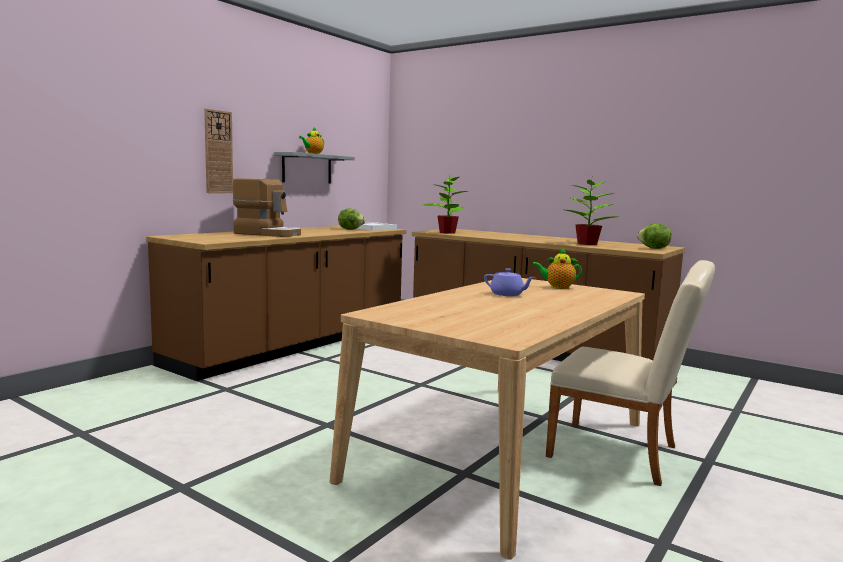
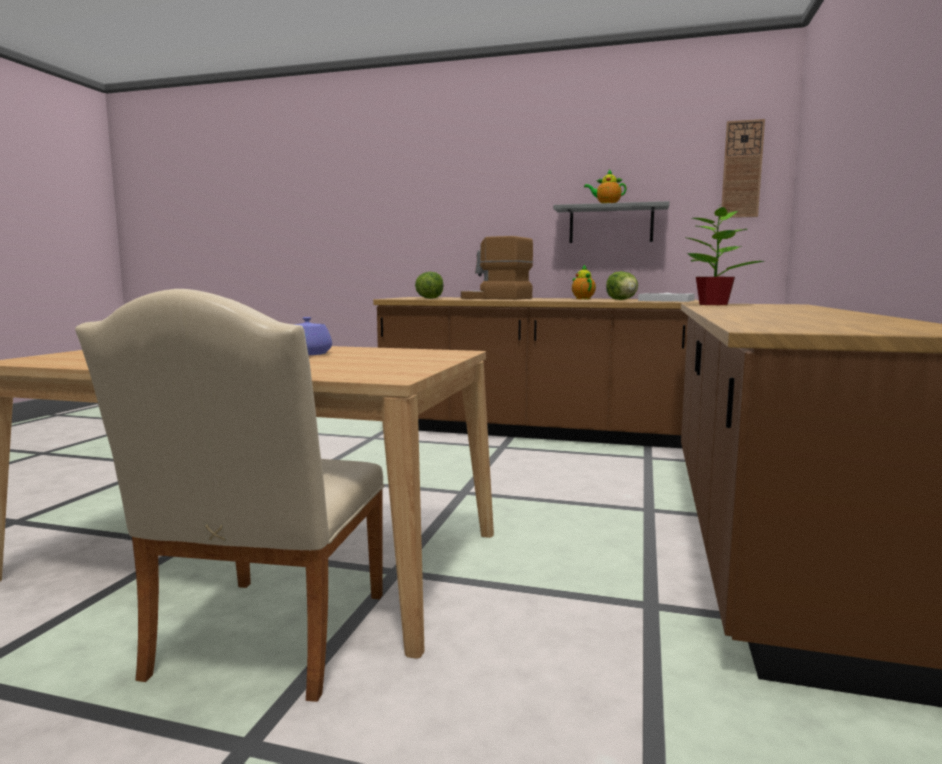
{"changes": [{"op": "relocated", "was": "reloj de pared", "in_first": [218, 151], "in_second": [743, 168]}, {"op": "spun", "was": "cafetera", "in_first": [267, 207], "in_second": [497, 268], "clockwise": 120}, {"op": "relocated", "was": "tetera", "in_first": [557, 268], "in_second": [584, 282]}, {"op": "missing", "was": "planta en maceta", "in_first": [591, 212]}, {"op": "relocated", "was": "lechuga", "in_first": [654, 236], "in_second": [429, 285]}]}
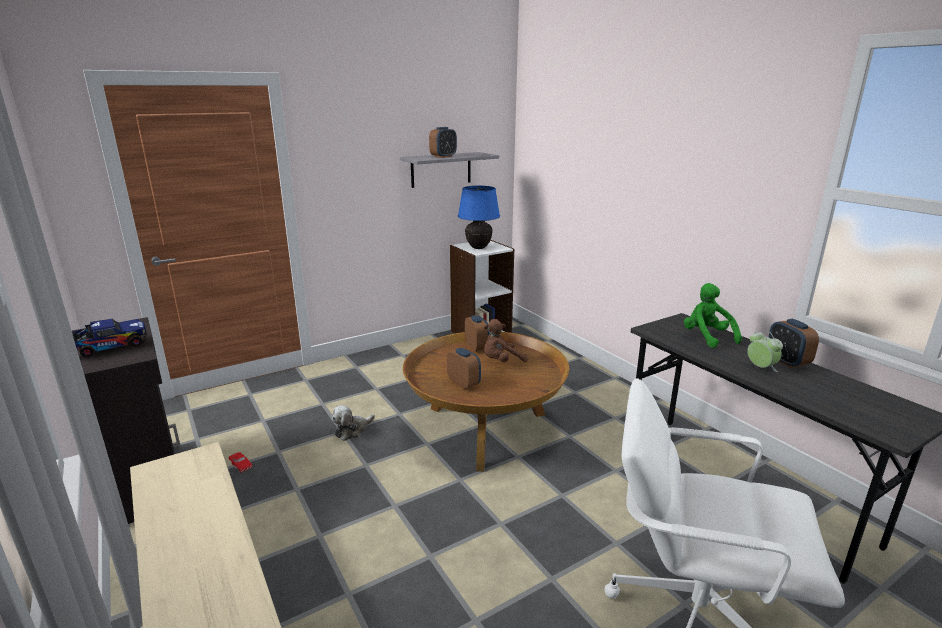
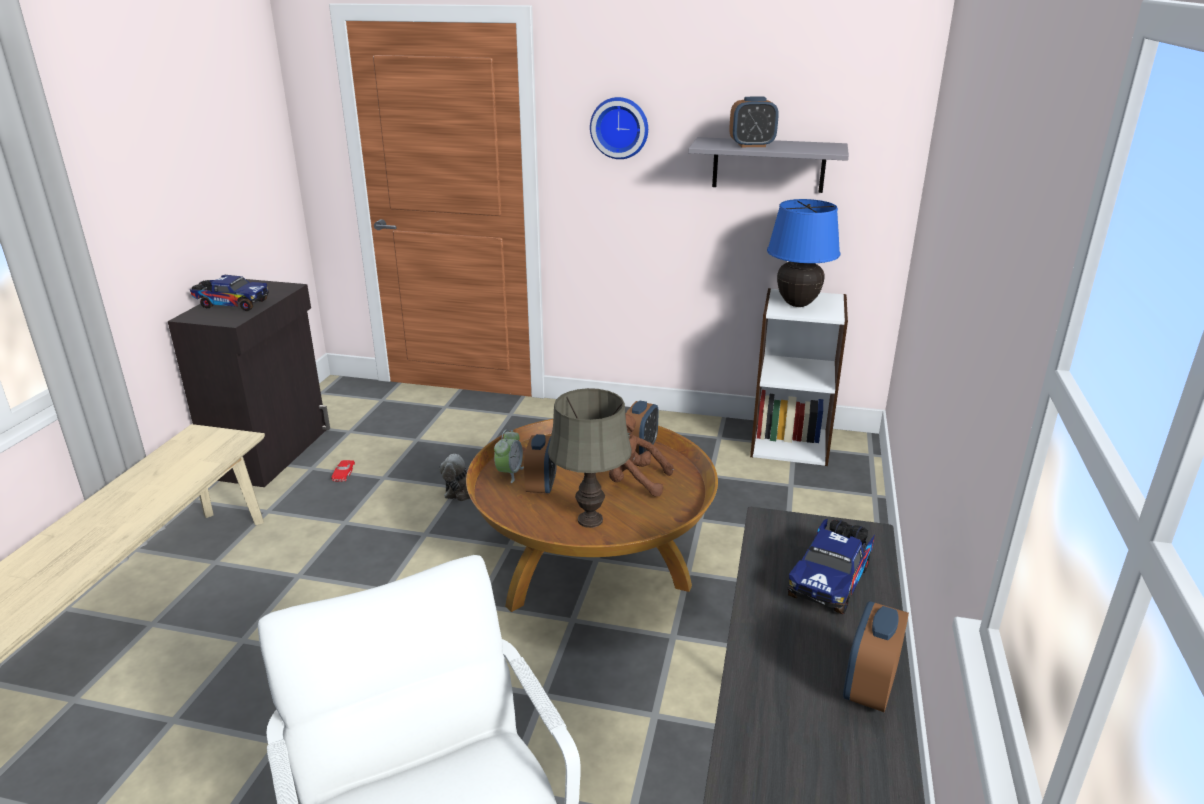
{"changes": [{"op": "exchanged", "was": "peluche/verde", "now": "camión de juguete", "in_first": [713, 315], "in_second": [831, 566]}, {"op": "relocated", "was": "despertador", "in_first": [765, 351], "in_second": [509, 456]}, {"op": "appeared", "now": "lámpara de mesa/gris", "in_second": [590, 458]}, {"op": "appeared", "now": "reloj de pared", "in_second": [619, 128]}]}
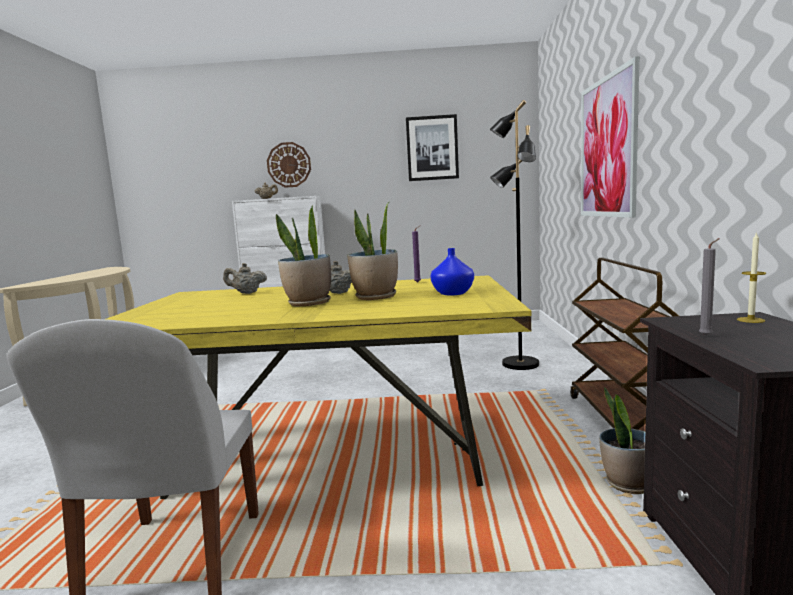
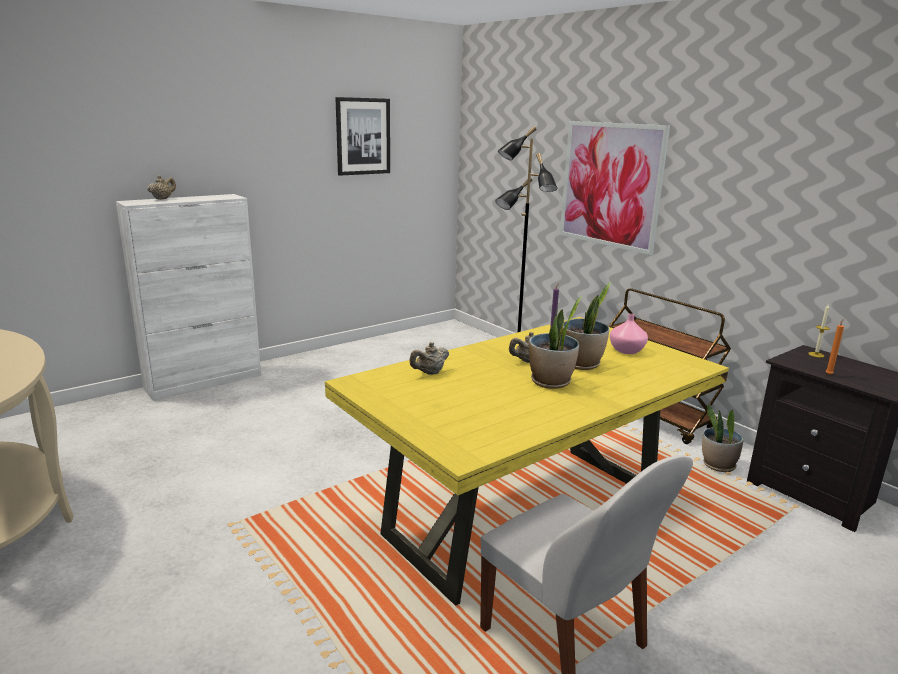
{"changes": [{"op": "missing", "was": "reloj de pared", "in_first": [289, 165]}, {"op": "colour", "was": "florero/azul", "now": "florero/rosa", "in_first": [452, 271], "in_second": [629, 334]}, {"op": "colour", "was": "vela/gris", "now": "vela/naranja", "in_first": [709, 287], "in_second": [835, 347]}]}
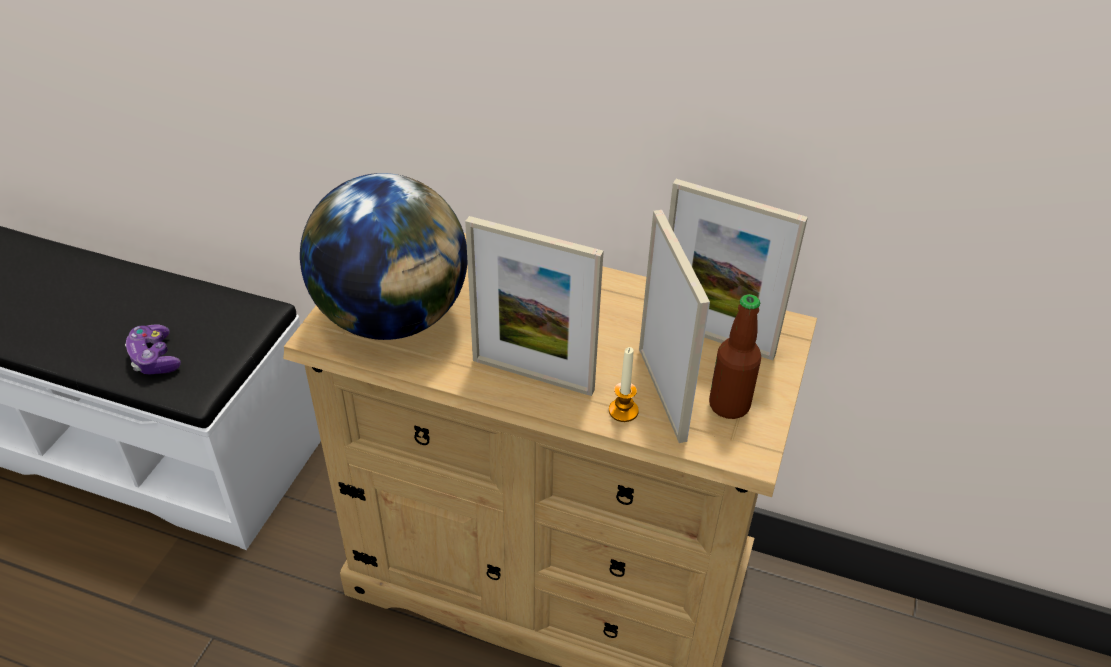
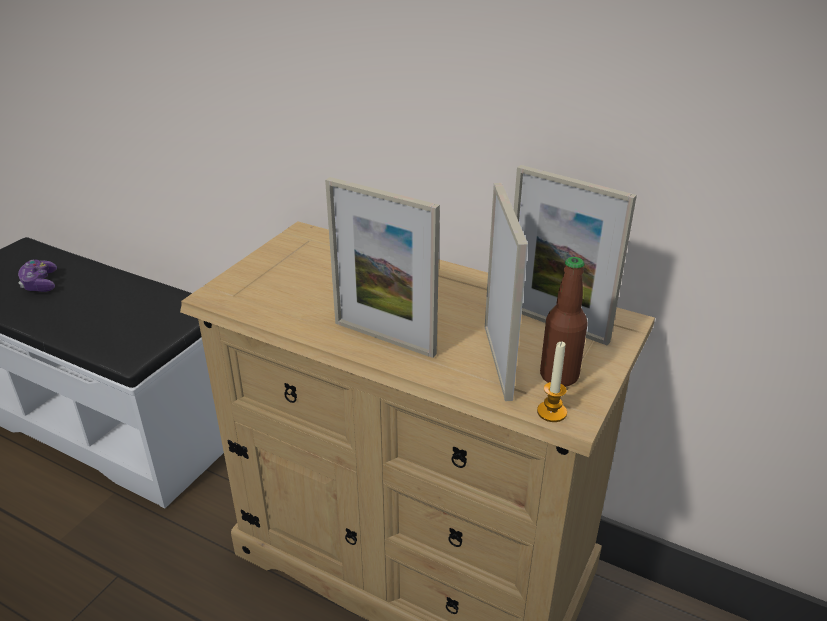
{"changes": [{"op": "relocated", "was": "mando de consola", "in_first": [153, 349], "in_second": [37, 276]}, {"op": "missing", "was": "globo terráqueo", "in_first": [383, 256]}, {"op": "relocated", "was": "vela", "in_first": [624, 384], "in_second": [552, 381]}]}
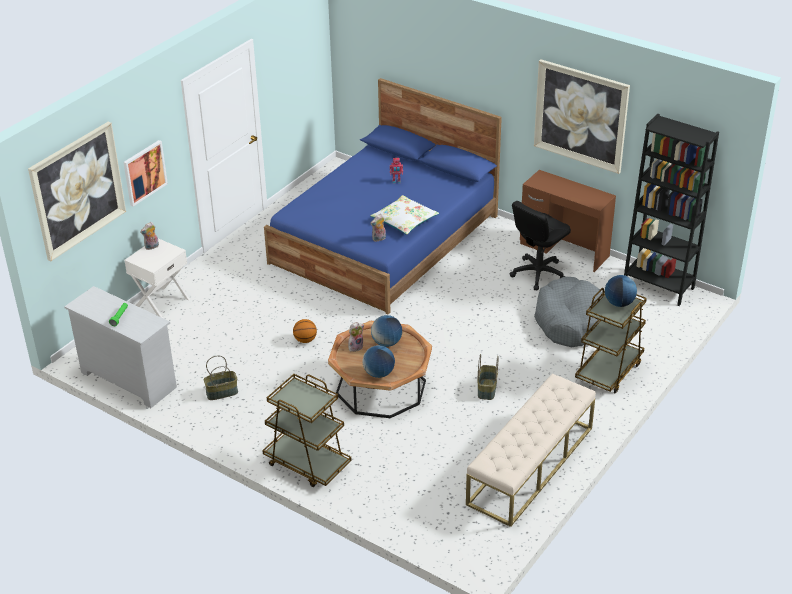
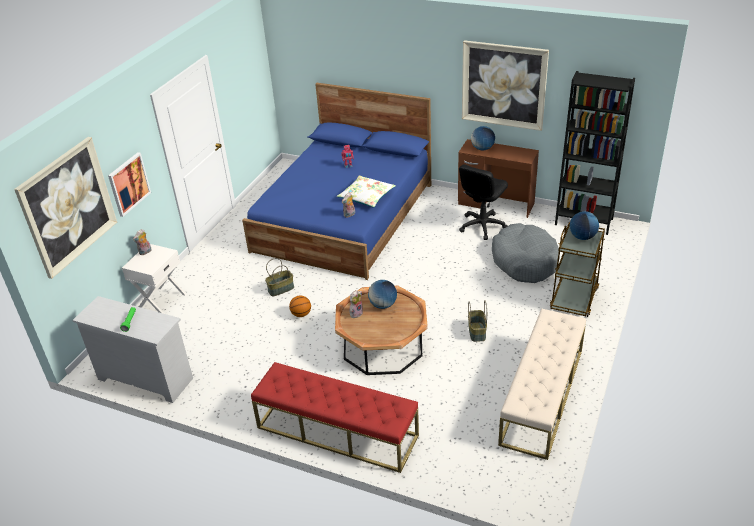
{"changes": [{"op": "relocated", "was": "cesta", "in_first": [221, 378], "in_second": [279, 277]}, {"op": "exchanged", "was": "carrito/marrón", "now": "banco/rojo", "in_first": [306, 430], "in_second": [335, 417]}, {"op": "relocated", "was": "globo terráqueo", "in_first": [378, 361], "in_second": [483, 138]}]}
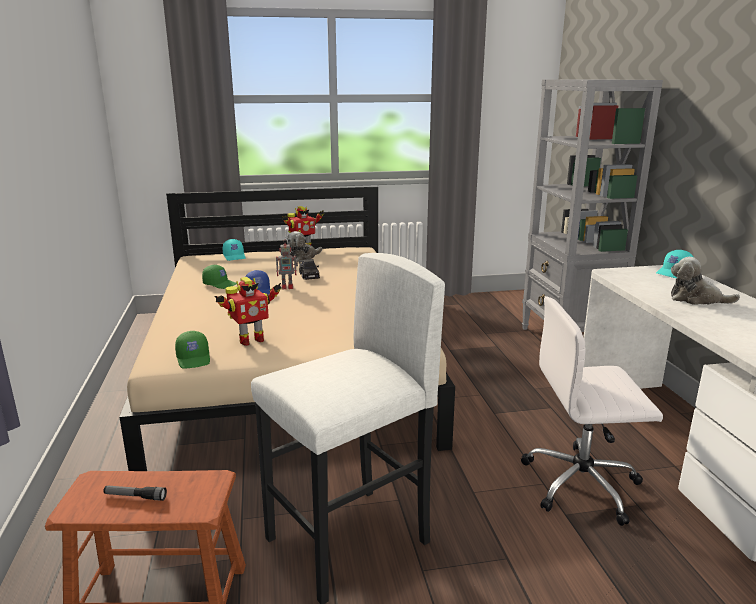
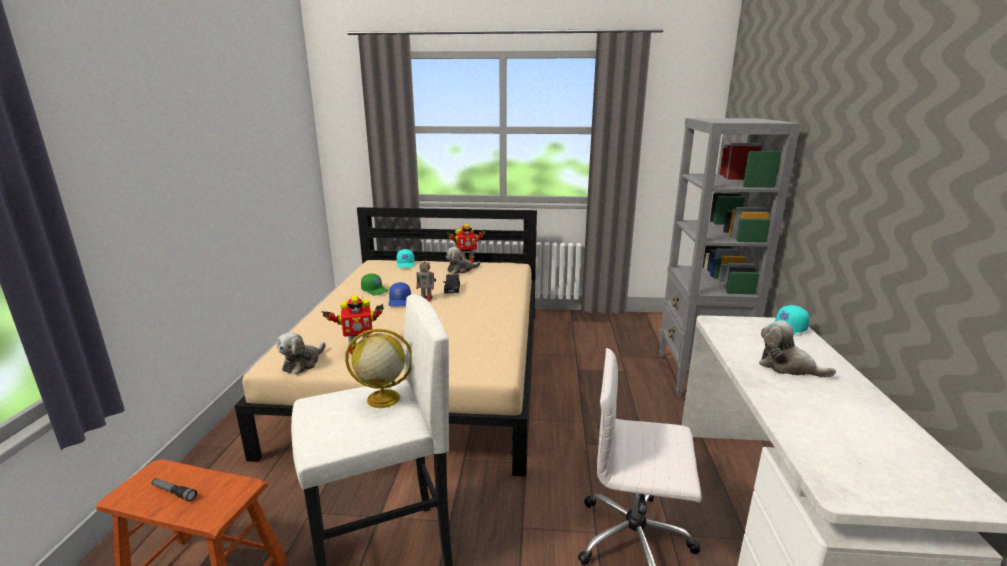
{"changes": [{"op": "exchanged", "was": "gorra/verde", "now": "peluche", "in_first": [192, 350], "in_second": [301, 353]}, {"op": "appeared", "now": "globo terráqueo", "in_second": [378, 368]}]}
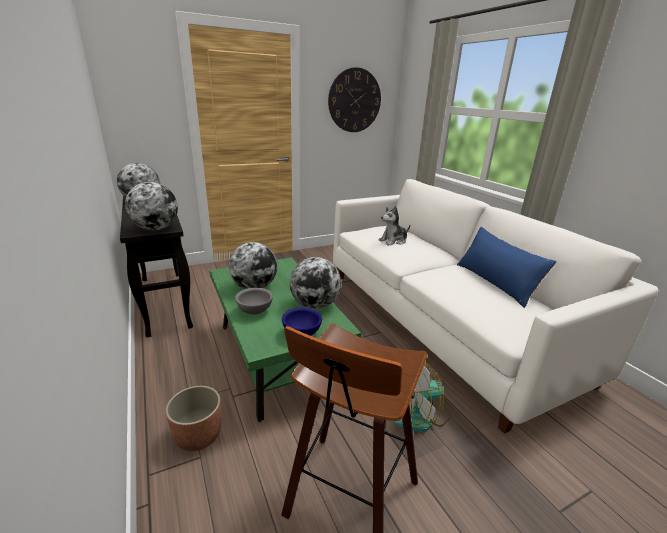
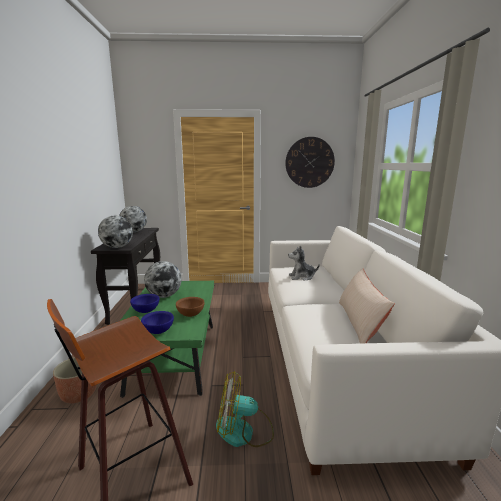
{"changes": [{"op": "colour", "was": "cuenco/gris", "now": "cuenco/azul", "in_first": [254, 301], "in_second": [144, 303]}, {"op": "exchanged", "was": "globo terráqueo", "now": "cuenco/marrón", "in_first": [315, 283], "in_second": [190, 307]}, {"op": "colour", "was": "cojín/azul", "now": "cojín/beis", "in_first": [507, 267], "in_second": [367, 305]}]}
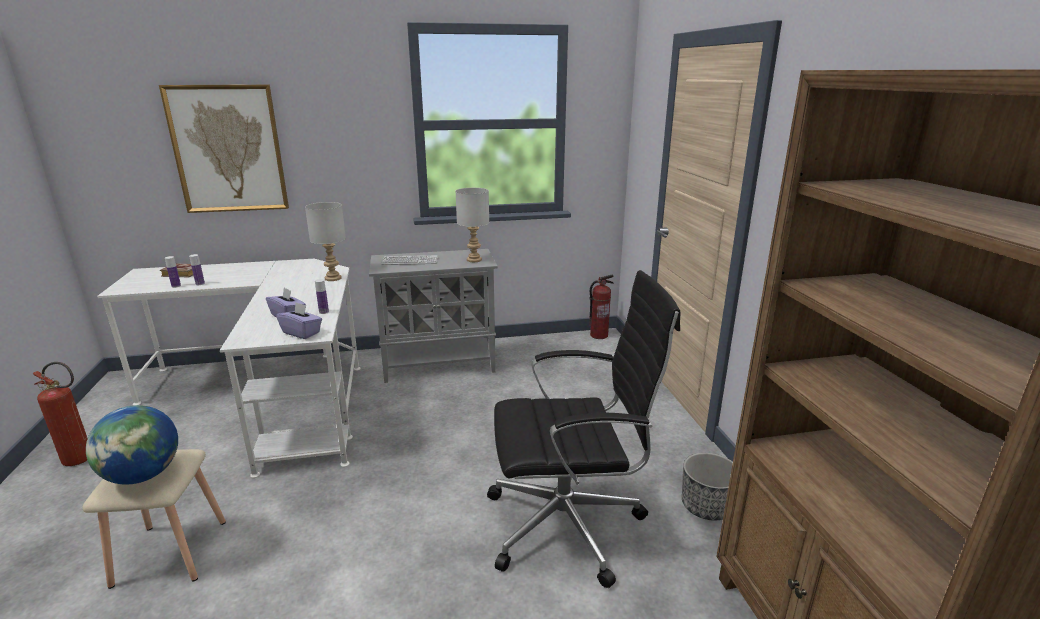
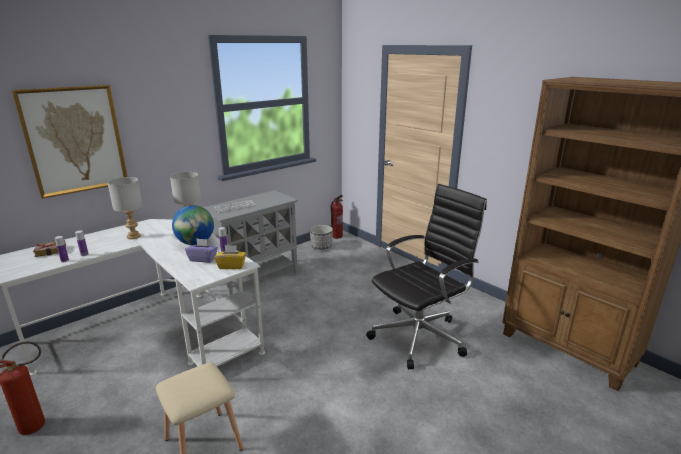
{"changes": [{"op": "relocated", "was": "globo terráqueo", "in_first": [132, 445], "in_second": [193, 225]}, {"op": "colour", "was": "caja de pañuelos/morado", "now": "caja de pañuelos/amarillo", "in_first": [299, 320], "in_second": [230, 257]}, {"op": "relocated", "was": "lámpara de mesa/gris", "in_first": [472, 225], "in_second": [125, 208]}, {"op": "relocated", "was": "maceta", "in_first": [707, 487], "in_second": [321, 237]}]}
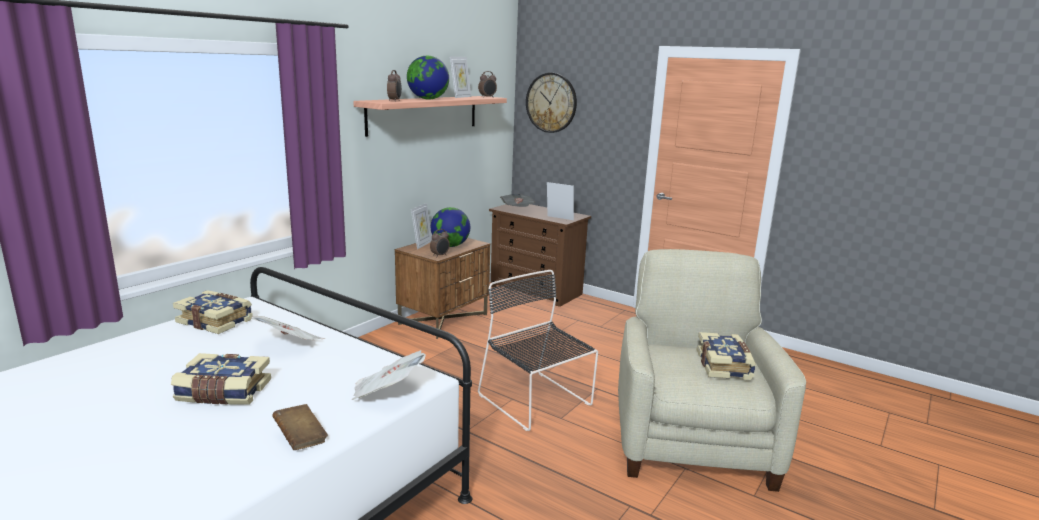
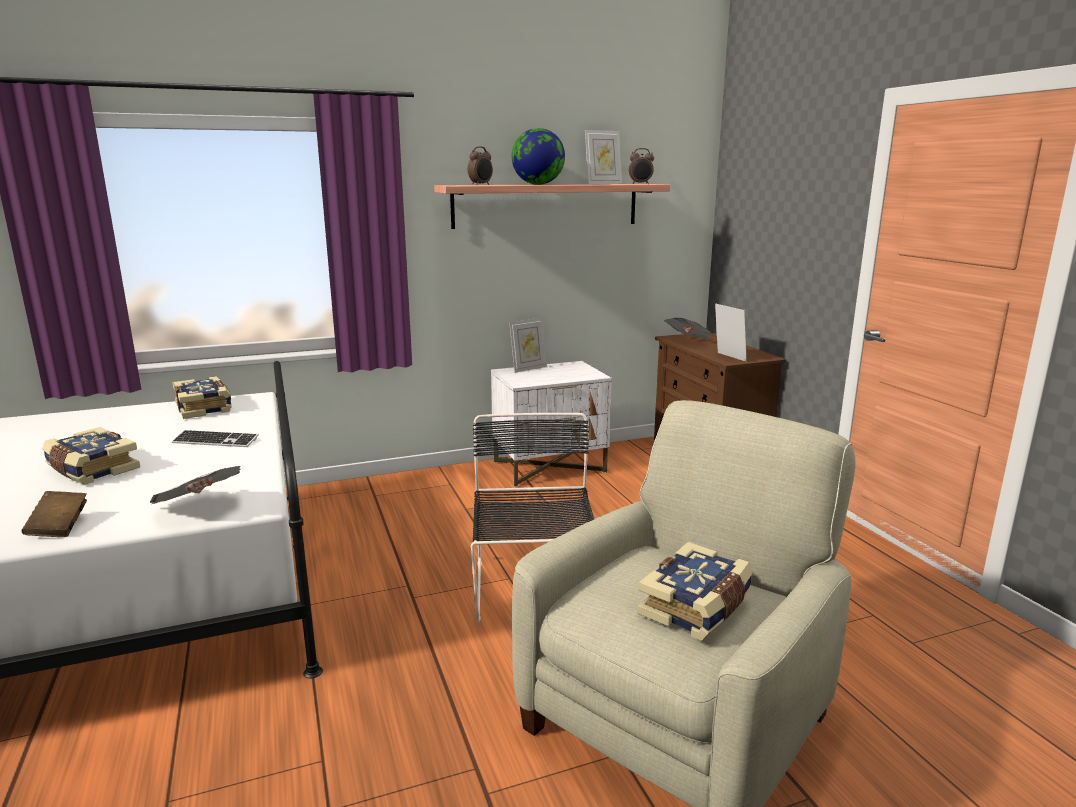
{"changes": [{"op": "exchanged", "was": "periódico", "now": "teclado", "in_first": [288, 328], "in_second": [215, 438]}, {"op": "colour", "was": "mesita de noche/marrón", "now": "mesita de noche/blanco", "in_first": [442, 288], "in_second": [551, 424]}, {"op": "missing", "was": "despertador", "in_first": [440, 242]}, {"op": "missing", "was": "globo terráqueo", "in_first": [450, 227]}, {"op": "missing", "was": "reloj de pared", "in_first": [551, 103]}]}
